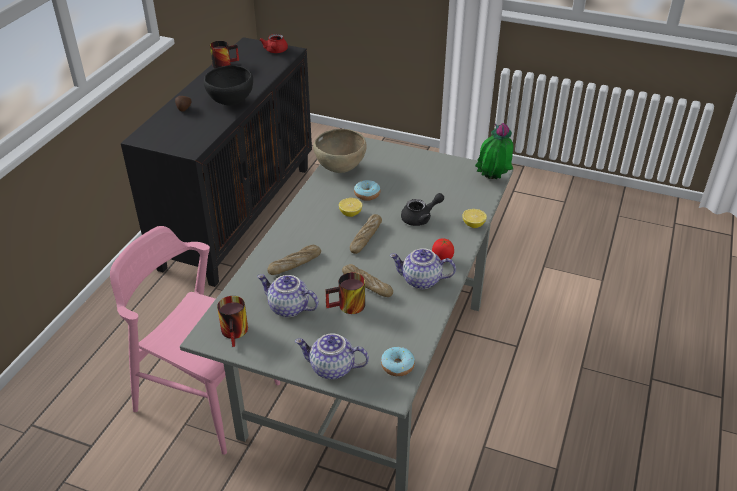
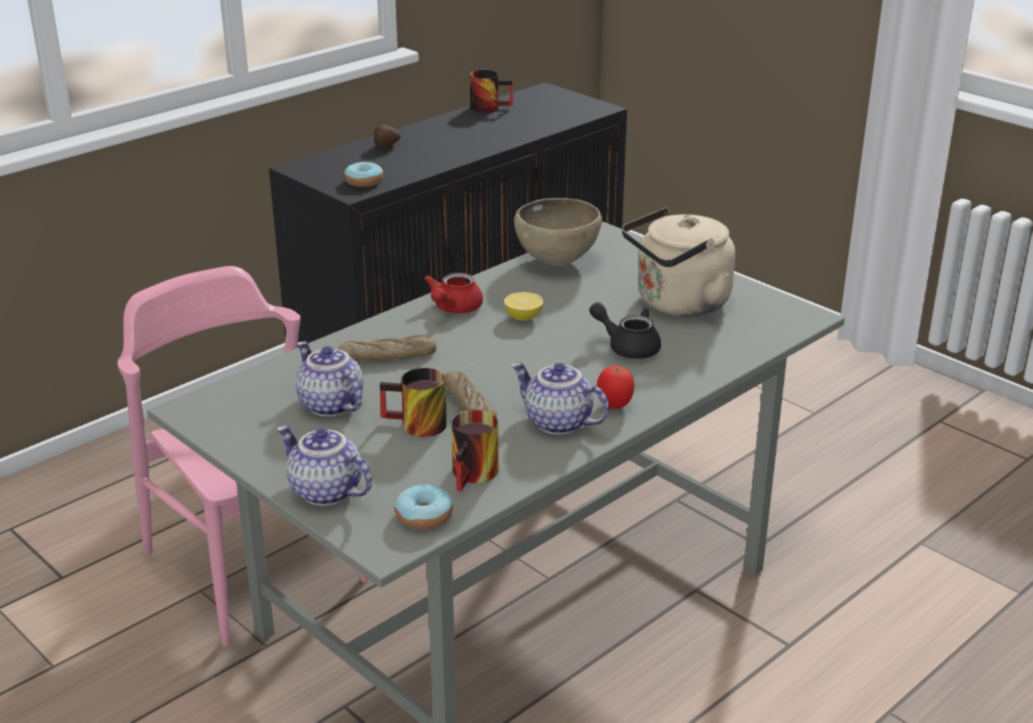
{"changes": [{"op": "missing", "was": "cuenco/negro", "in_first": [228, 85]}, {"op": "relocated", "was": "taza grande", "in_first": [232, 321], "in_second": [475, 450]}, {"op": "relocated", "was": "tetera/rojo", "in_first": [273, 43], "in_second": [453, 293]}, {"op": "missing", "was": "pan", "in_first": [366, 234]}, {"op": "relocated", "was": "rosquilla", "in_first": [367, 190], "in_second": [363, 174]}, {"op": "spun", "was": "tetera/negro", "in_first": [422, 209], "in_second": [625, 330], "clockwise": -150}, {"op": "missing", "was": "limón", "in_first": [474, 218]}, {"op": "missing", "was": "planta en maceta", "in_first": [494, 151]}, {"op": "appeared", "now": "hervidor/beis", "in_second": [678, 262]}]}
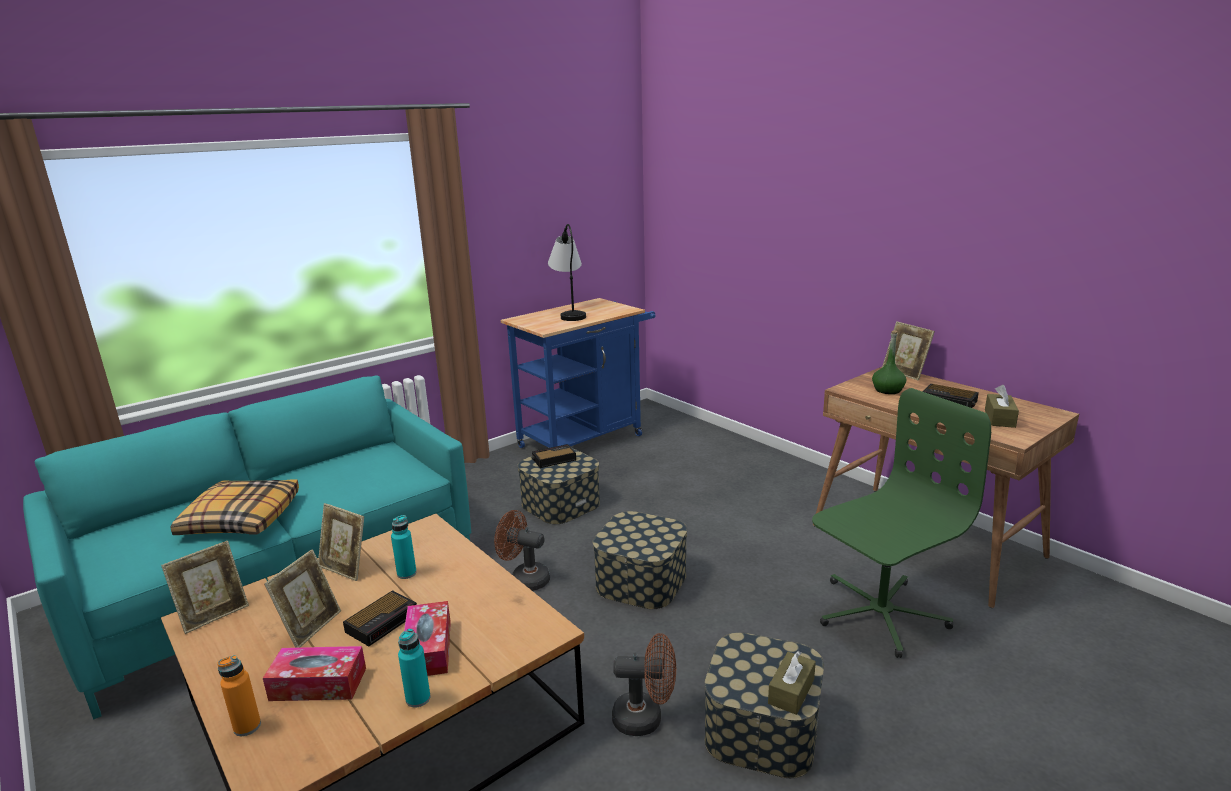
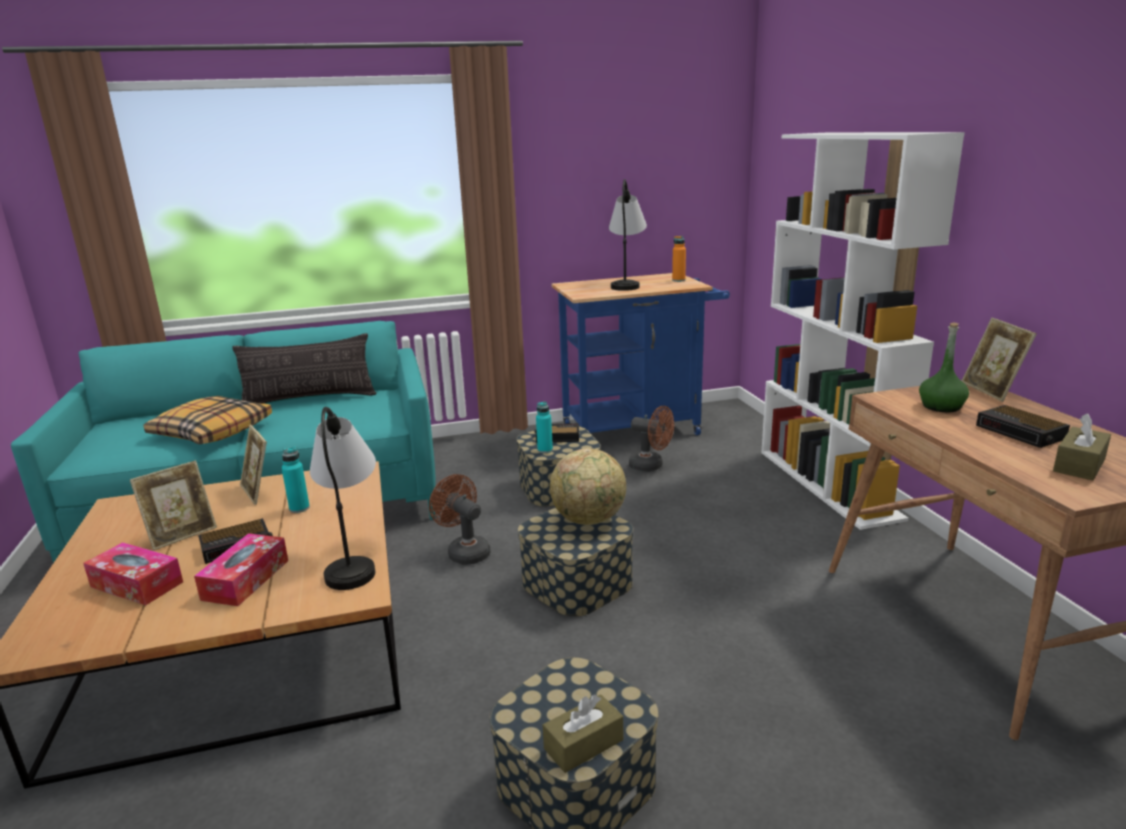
{"changes": [{"op": "missing", "was": "portarretratos", "in_first": [205, 587]}, {"op": "relocated", "was": "botella/naranja", "in_first": [239, 695], "in_second": [679, 259]}, {"op": "relocated", "was": "botella/turquesa", "in_first": [414, 668], "in_second": [544, 427]}, {"op": "relocated", "was": "ventilador/marrón", "in_first": [644, 684], "in_second": [651, 438]}, {"op": "missing", "was": "silla de oficina/verde", "in_first": [901, 523]}, {"op": "appeared", "now": "cojín", "in_second": [304, 368]}, {"op": "appeared", "now": "lámpara de mesa", "in_second": [343, 498]}, {"op": "appeared", "now": "globo terráqueo", "in_second": [588, 486]}, {"op": "appeared", "now": "estantería/blanco", "in_second": [863, 331]}]}
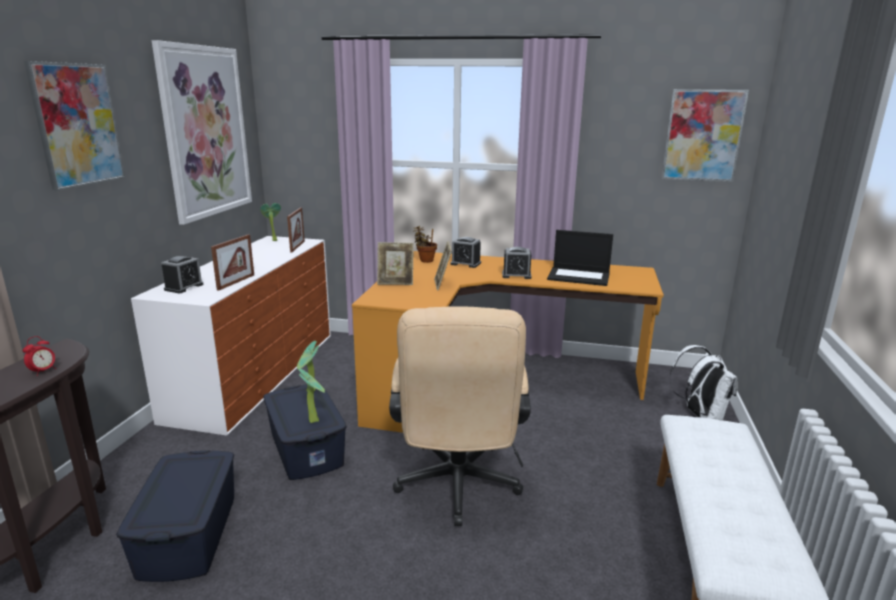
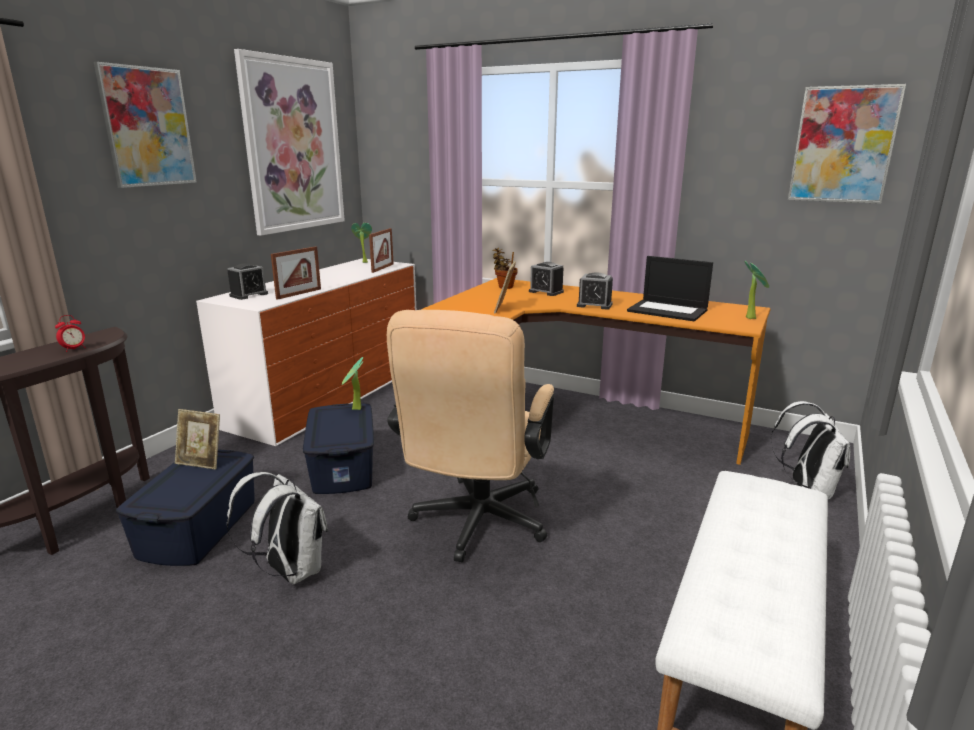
{"changes": [{"op": "relocated", "was": "planta en maceta", "in_first": [311, 395], "in_second": [757, 290]}, {"op": "relocated", "was": "portarretratos", "in_first": [395, 263], "in_second": [197, 439]}, {"op": "appeared", "now": "mochila/blanco", "in_second": [277, 528]}]}
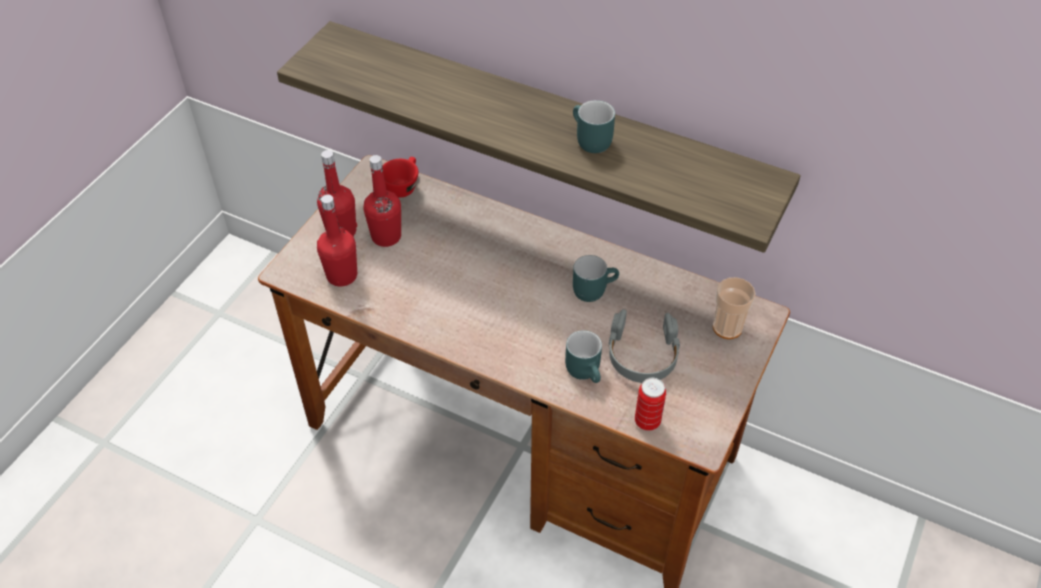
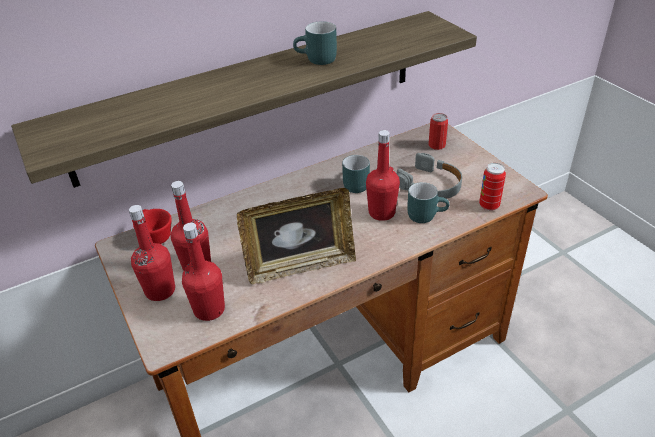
{"changes": [{"op": "exchanged", "was": "taza", "now": "lata", "in_first": [734, 308], "in_second": [438, 131]}, {"op": "appeared", "now": "portarretratos", "in_second": [296, 236]}, {"op": "appeared", "now": "botella/rojo", "in_second": [383, 175]}]}
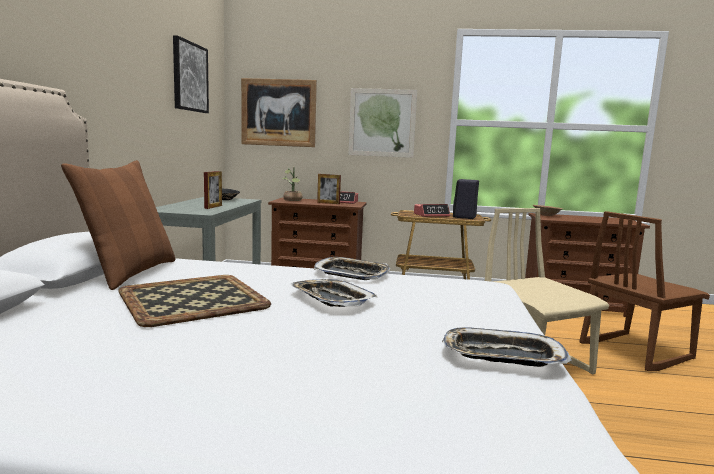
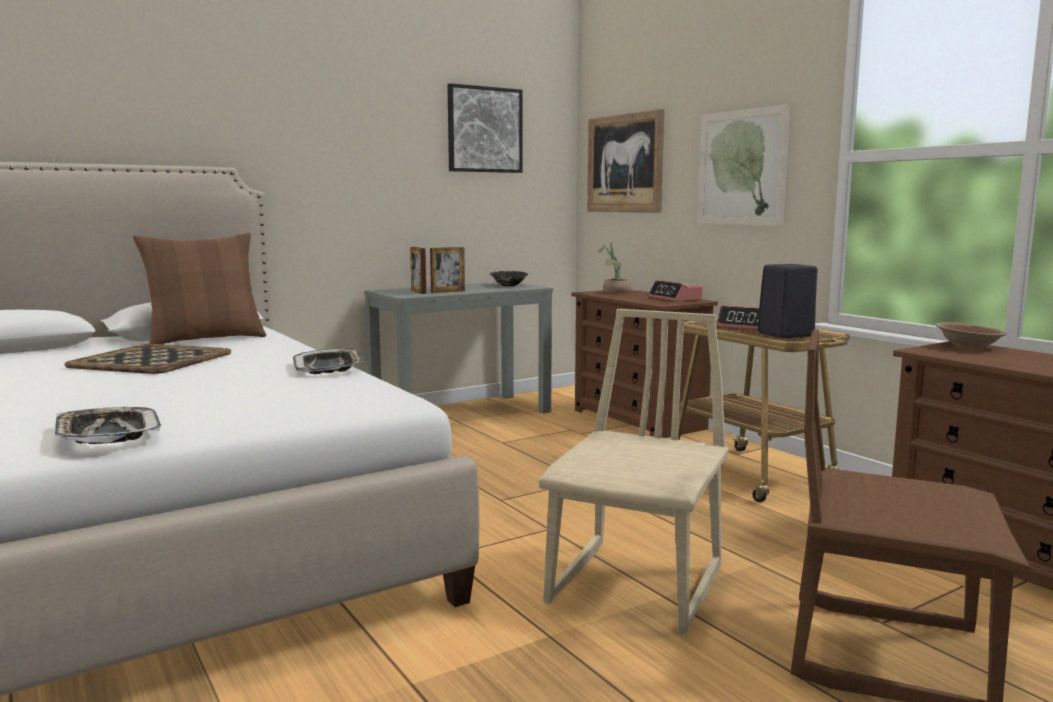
{"changes": [{"op": "missing", "was": "bandeja", "in_first": [333, 293]}, {"op": "relocated", "was": "portarretratos", "in_first": [329, 189], "in_second": [418, 270]}]}
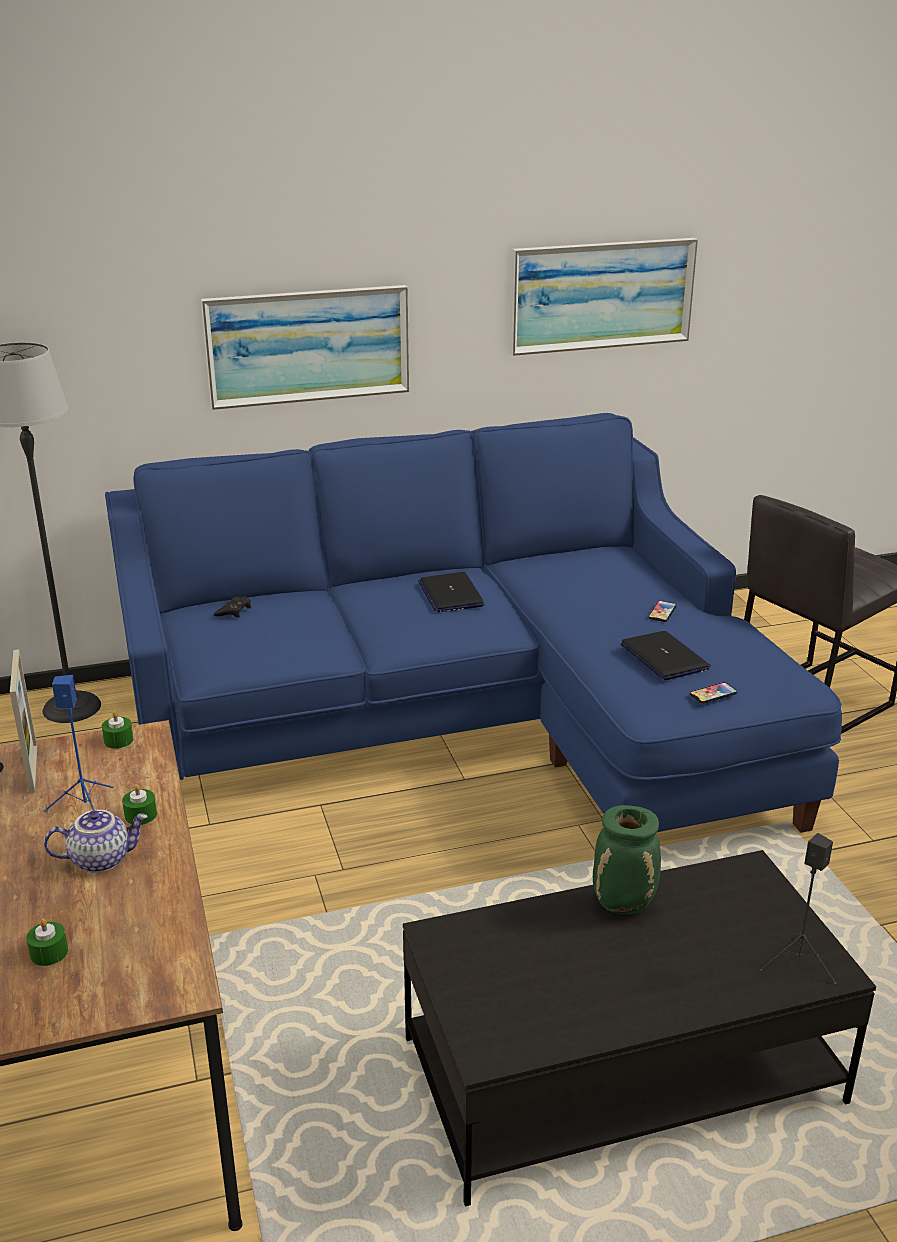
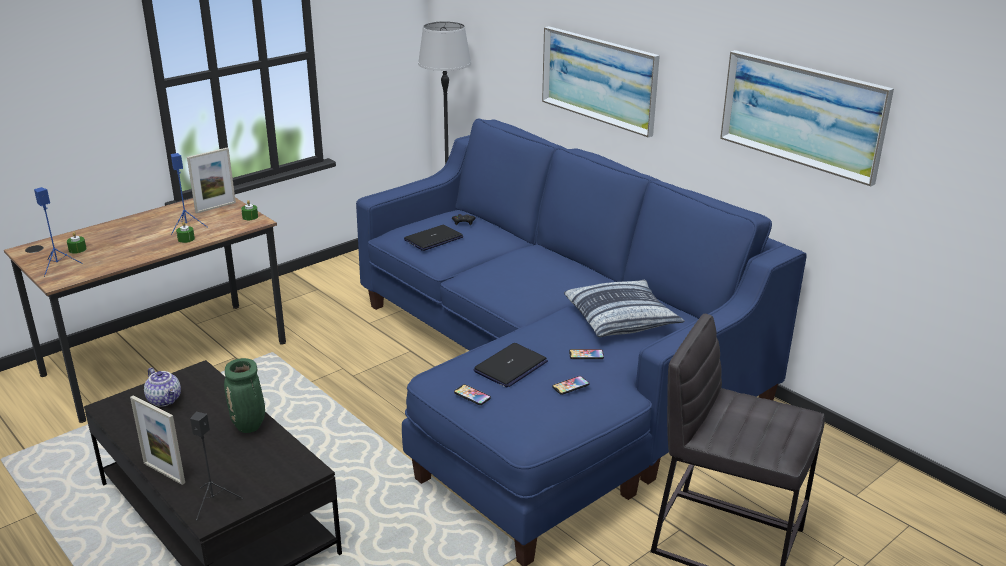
{"changes": [{"op": "relocated", "was": "tetera", "in_first": [96, 841], "in_second": [162, 387]}, {"op": "relocated", "was": "portátil", "in_first": [451, 592], "in_second": [433, 238]}, {"op": "appeared", "now": "altavoz/azul", "in_second": [58, 232]}, {"op": "appeared", "now": "portarretratos", "in_second": [157, 440]}, {"op": "appeared", "now": "móvil", "in_second": [570, 385]}, {"op": "appeared", "now": "cojín", "in_second": [624, 308]}]}
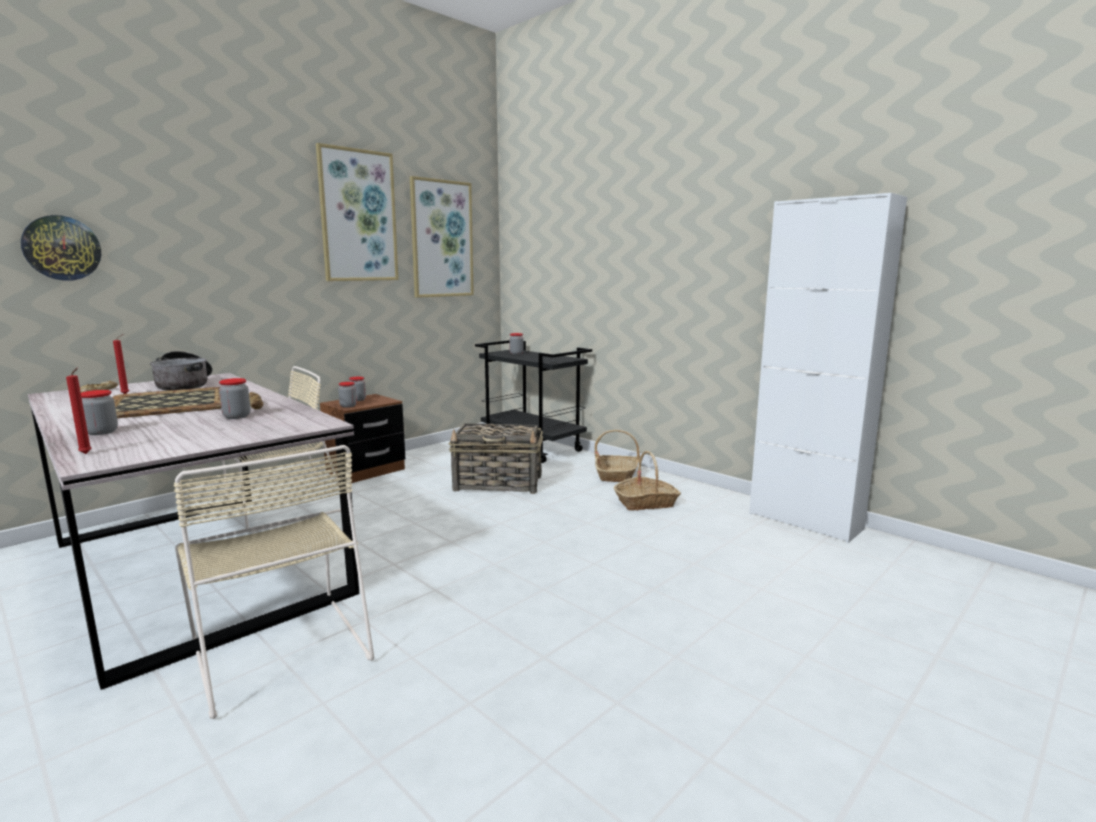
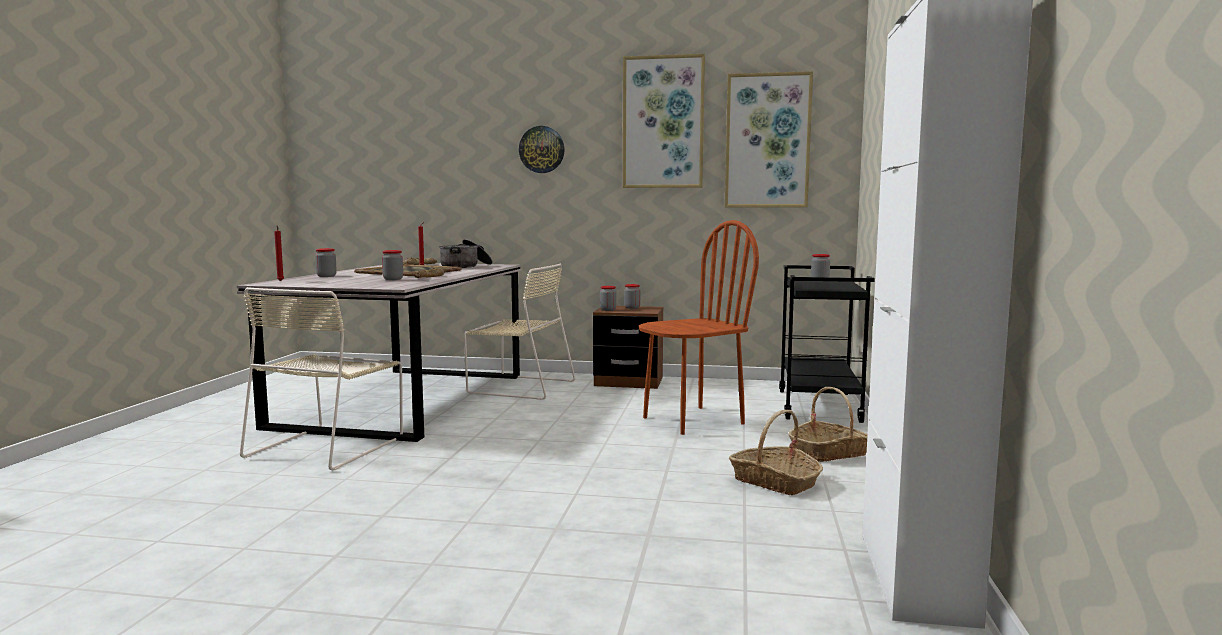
{"changes": [{"op": "relocated", "was": "reloj de pared", "in_first": [61, 248], "in_second": [542, 149]}, {"op": "exchanged", "was": "cesta", "now": "silla/marrón", "in_first": [495, 458], "in_second": [699, 327]}]}
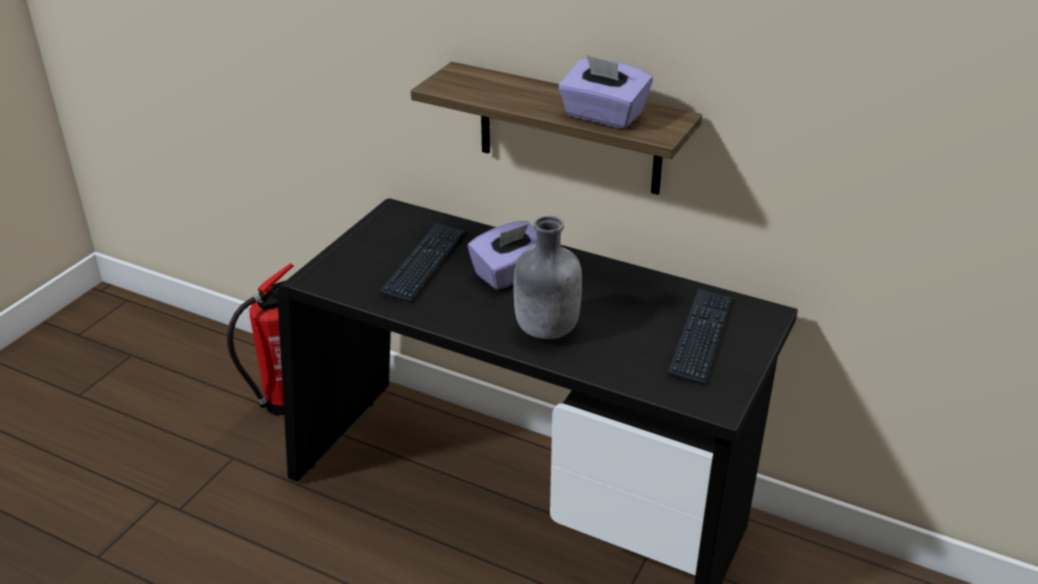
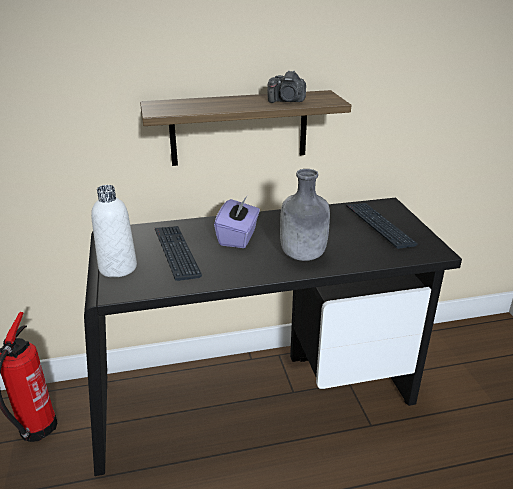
{"changes": [{"op": "exchanged", "was": "caja de pañuelos/morado", "now": "cámara", "in_first": [605, 92], "in_second": [286, 86]}, {"op": "appeared", "now": "botella/blanco", "in_second": [114, 231]}]}
